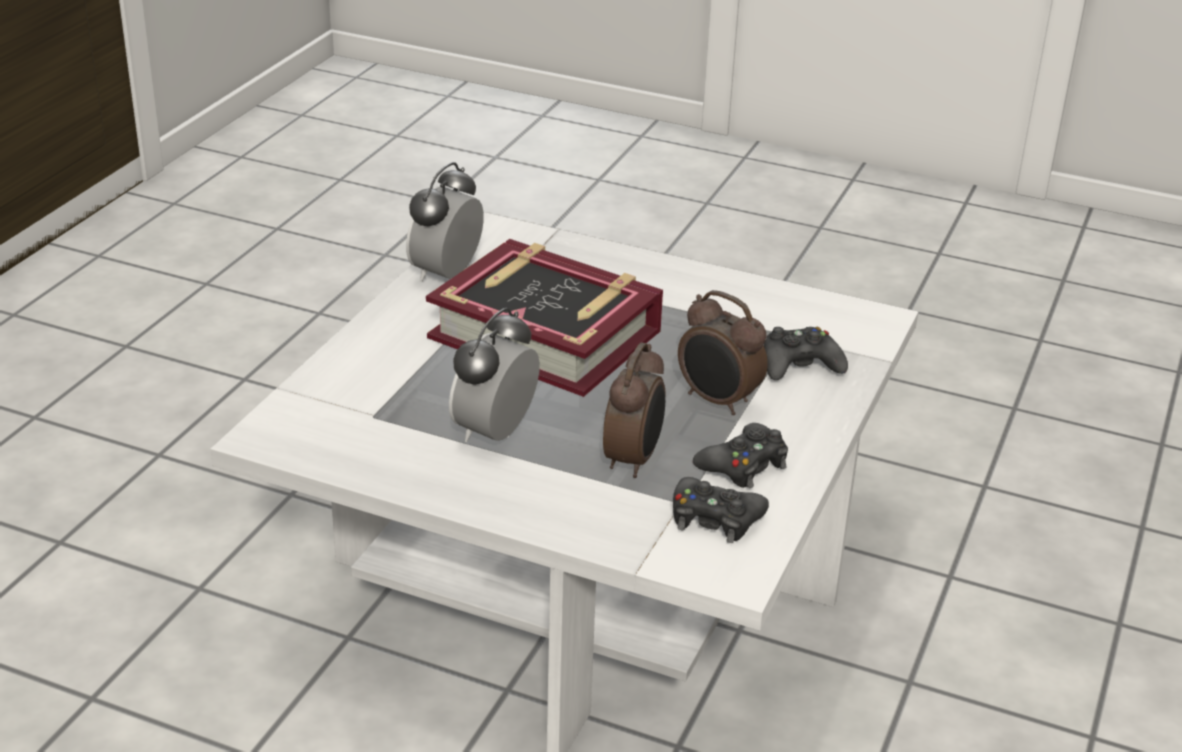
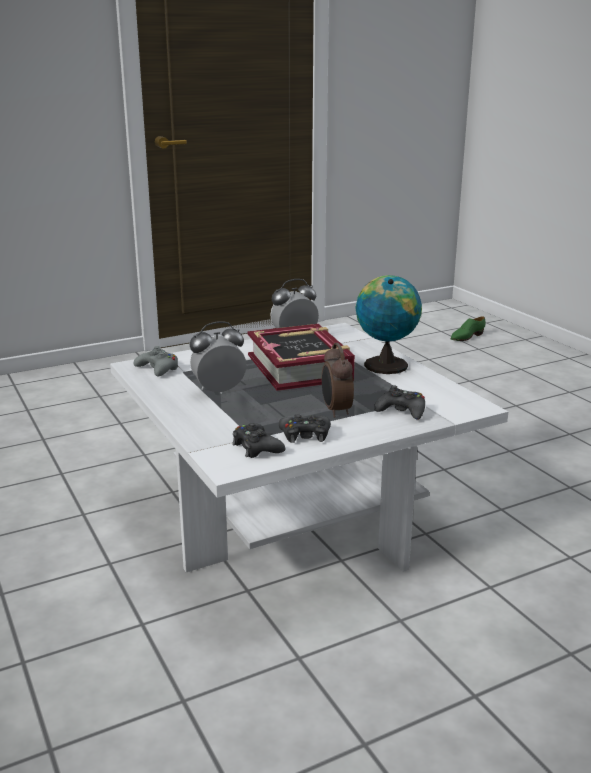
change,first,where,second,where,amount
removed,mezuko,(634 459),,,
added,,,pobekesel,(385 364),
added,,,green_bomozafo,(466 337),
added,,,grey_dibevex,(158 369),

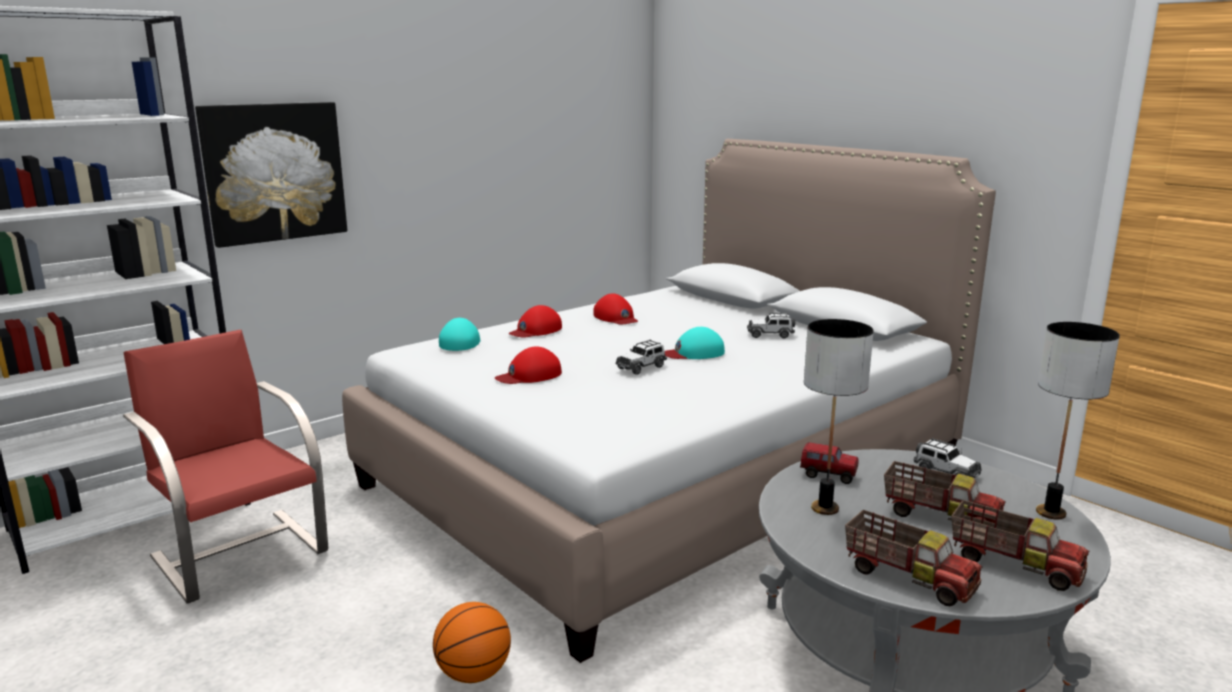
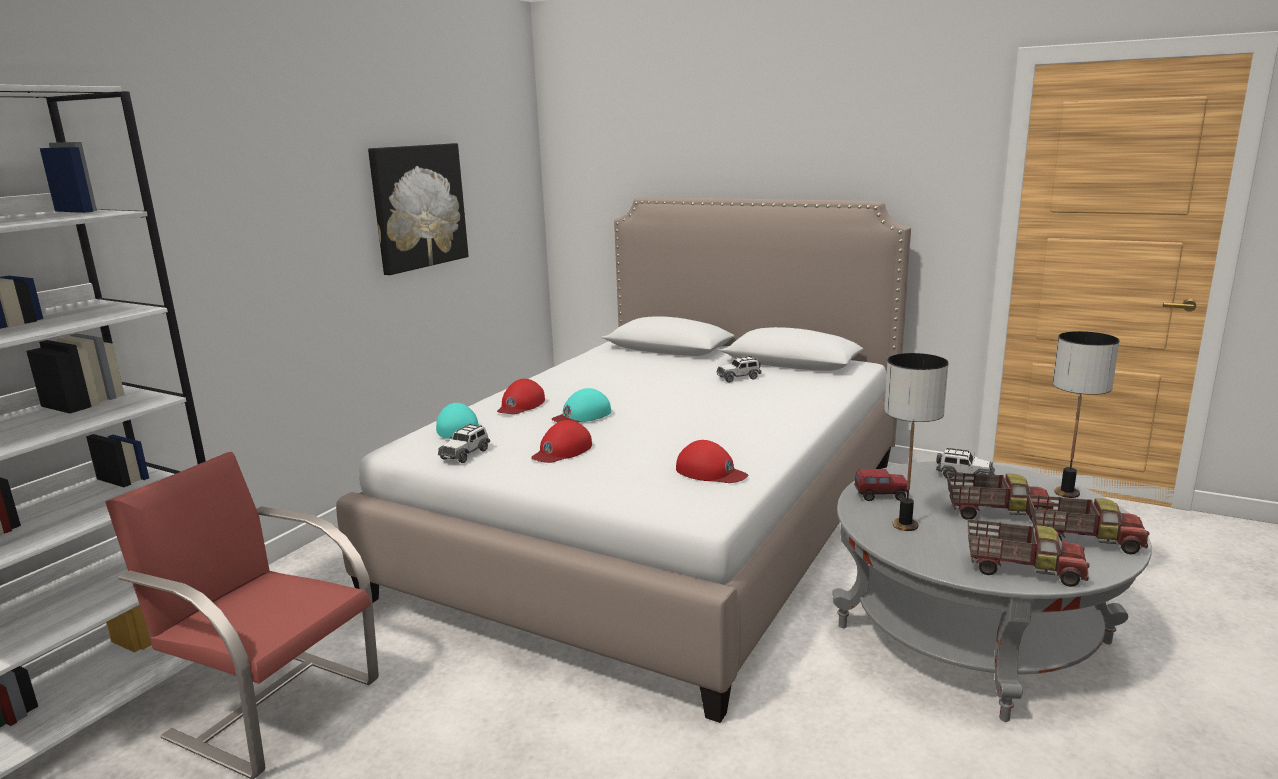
change,first,where,second,where,amount
moved,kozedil,(274 172),,(418 206),
moved,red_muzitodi,(616 317),,(710 472),
moved,turquoise_muzitodi,(694 353),,(582 415),
moved,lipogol,(641 367),,(465 454),
removed,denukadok,(473 674),,,

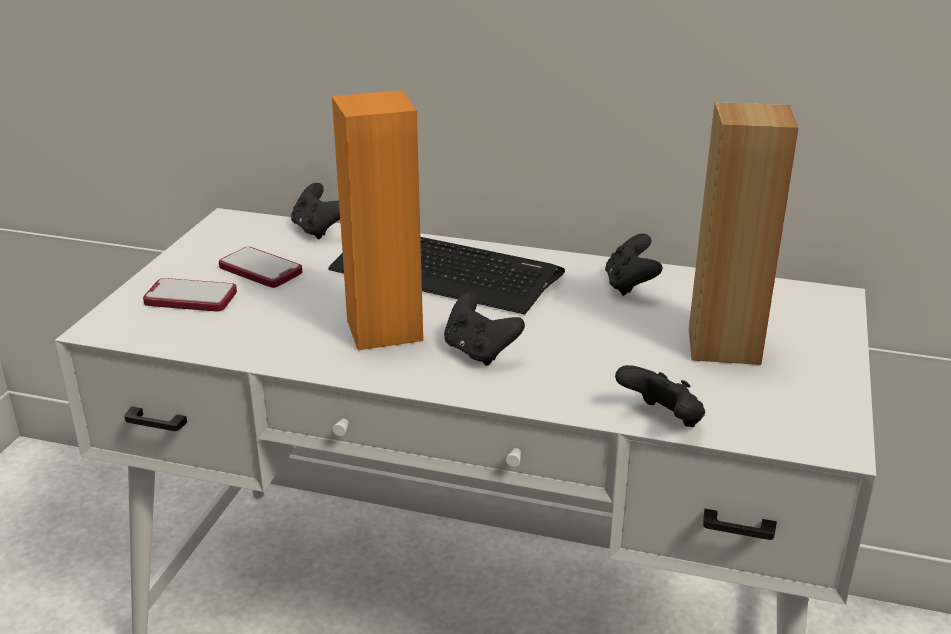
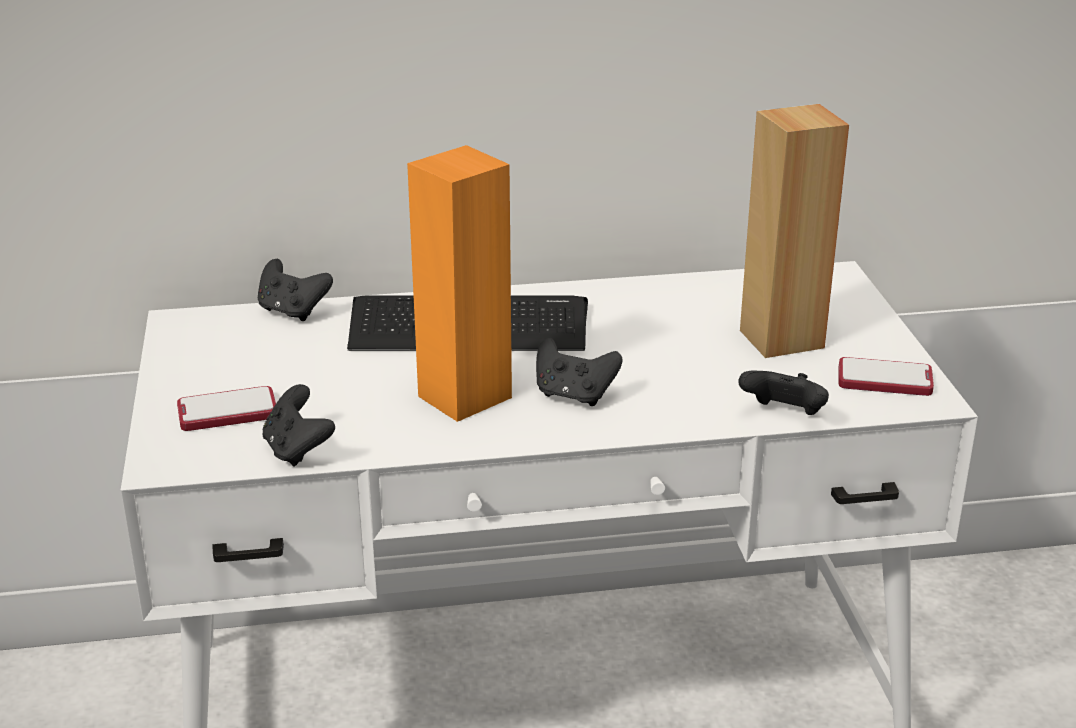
change,first,where,second,where,amount
moved,black_dibevex,(630 285),,(297 450),
moved,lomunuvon,(260 270),,(884 379),

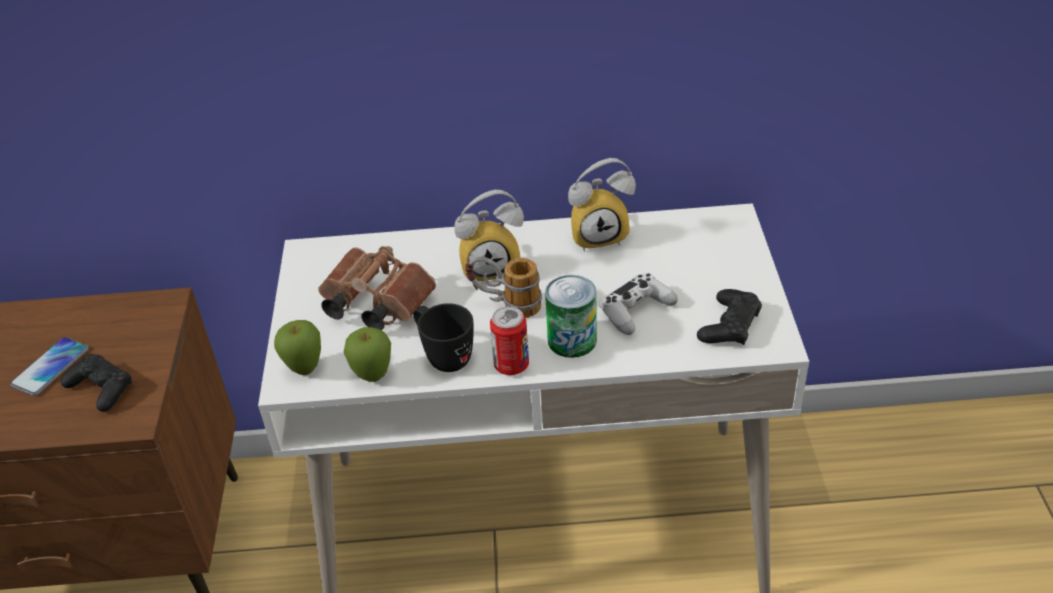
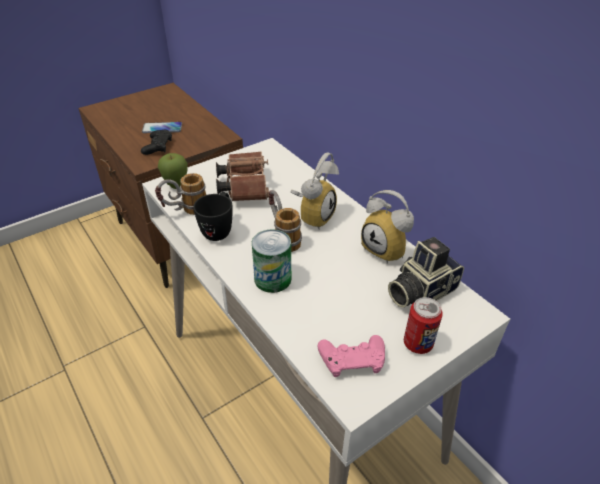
change,first,where,second,where,amount
turned,mezuko,(491 267),,(313 216),105 degrees counterclockwise
removed,white_dibevex,(636 311),,,
recoloured,black_dibevex,(729 325),pink_dibevex,(352 359),
moved,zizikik,(511 365),,(418 344),
replaced,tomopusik,(373 377),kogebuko,(185 211),
added,,,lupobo,(419 291),

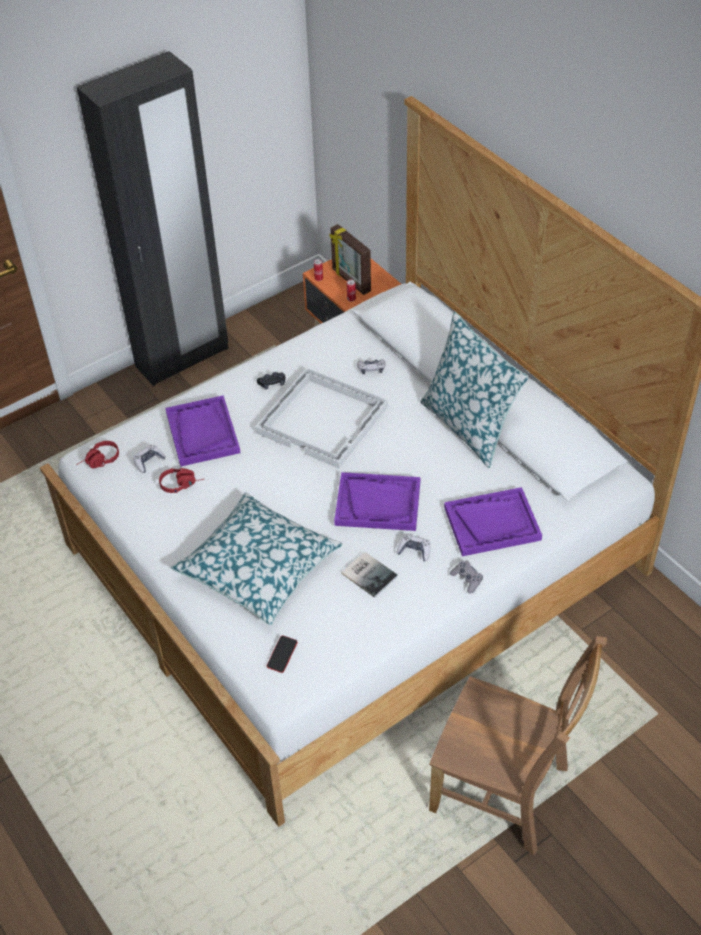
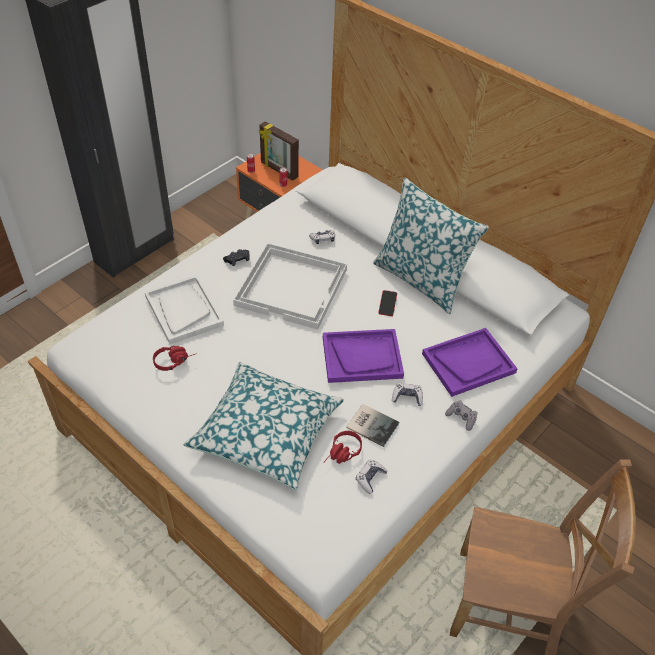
change,first,where,second,where,amount
recoloured,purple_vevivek,(202 432),white_vevivek,(183 310),
moved,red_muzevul,(99 461),,(342 454),
moved,dibevex,(148 461),,(370 478),
moved,lomunuvon,(282 655),,(387 305),

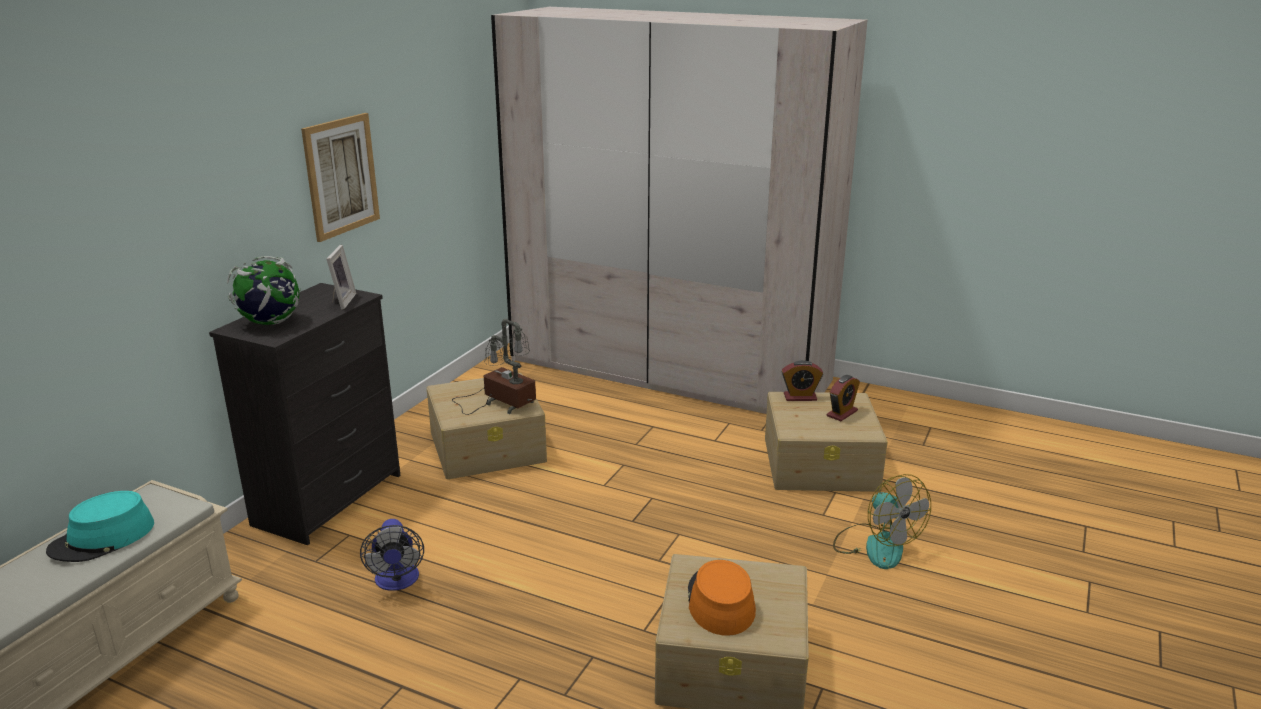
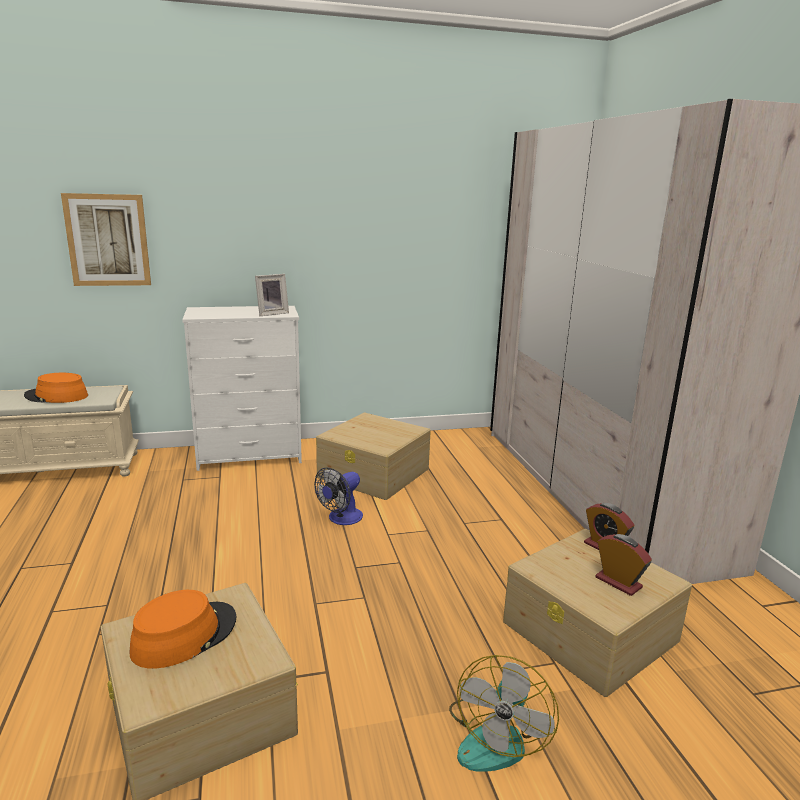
change,first,where,second,where,amount
moved,kozedil,(341 176),,(108 240),
removed,pobekesel,(270 322),,,
recoloured,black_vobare,(330 499),white_vobare,(250 456),
removed,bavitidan,(501 403),,,
turned,mezuko,(842 413),,(618 582),135 degrees counterclockwise
recoloured,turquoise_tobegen,(102 538),orange_tobegen,(56 396),
moved,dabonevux,(397 582),,(341 519),

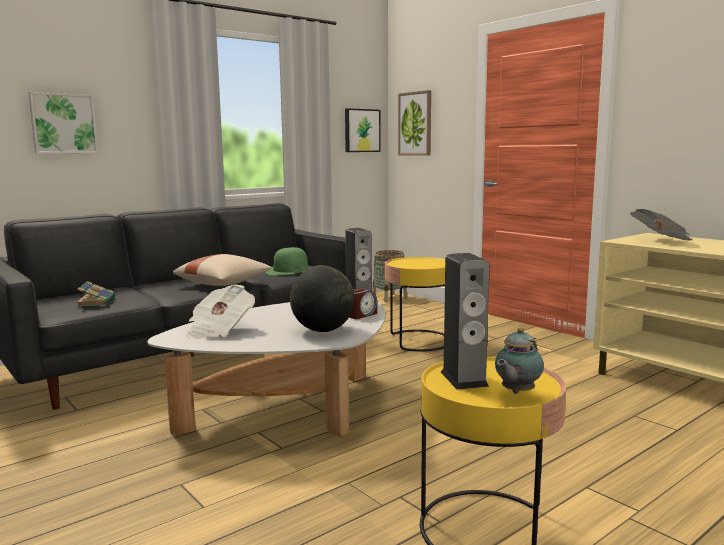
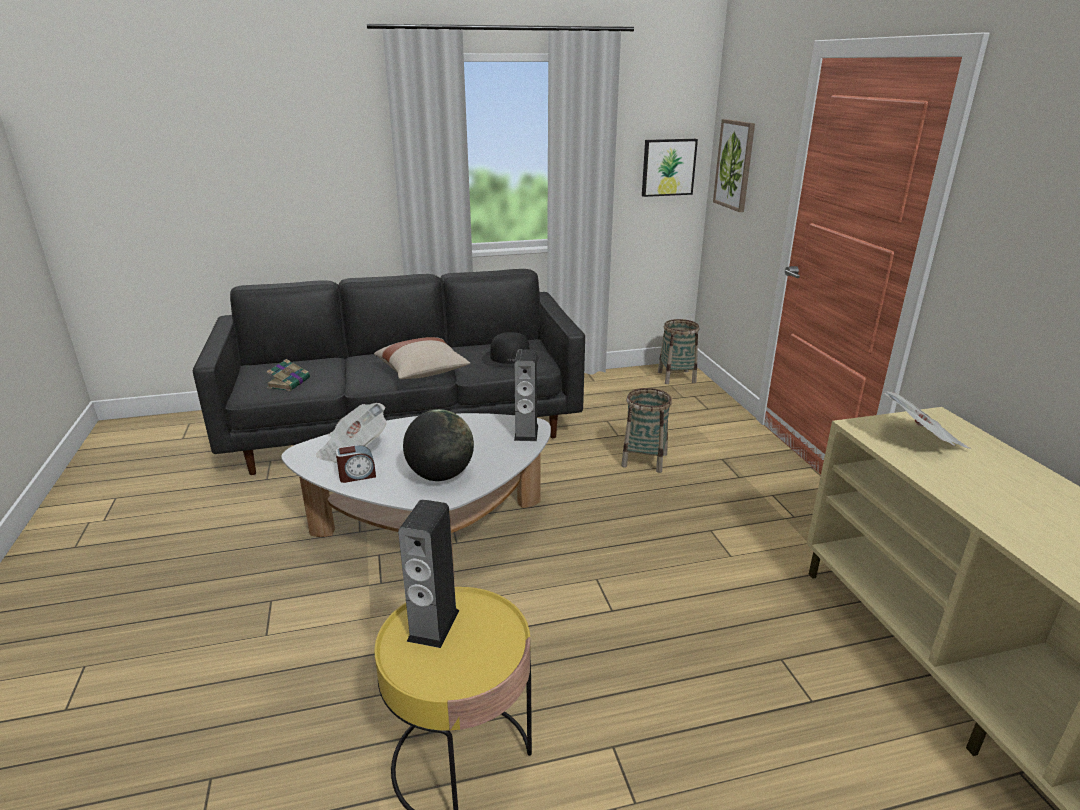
change,first,where,second,where,amount
removed,kozedil,(63 123),,,
recoloured,green_tobegen,(290 271),black_tobegen,(510 358),
replaced,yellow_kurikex,(419 341),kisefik,(644 460),
moved,mezuko,(361 315),,(357 475),
removed,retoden,(516 392),,,

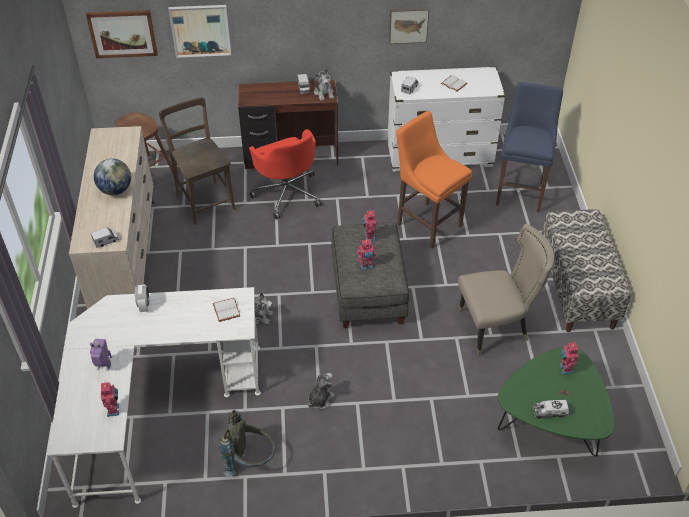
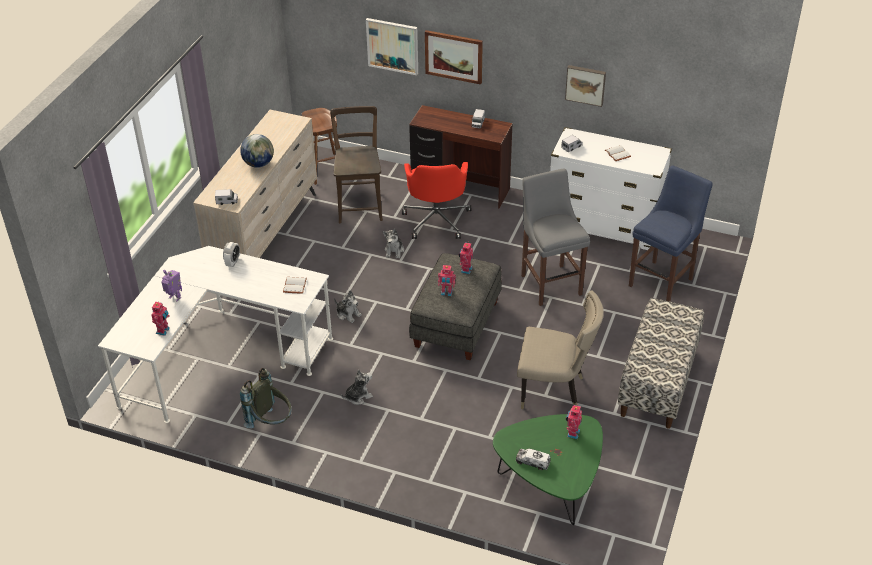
change,first,where,second,where,amount
moved,kozedil,(122 33),,(454 56),
moved,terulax,(324 93),,(394 251),
recoloured,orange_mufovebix,(427 223),grey_mufovebix,(550 283),

